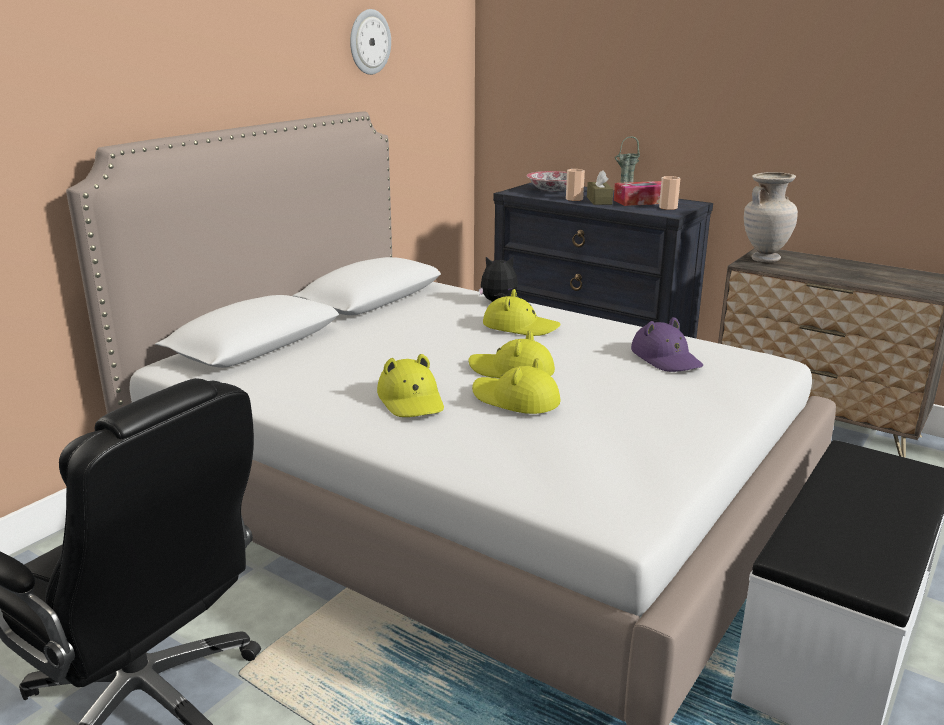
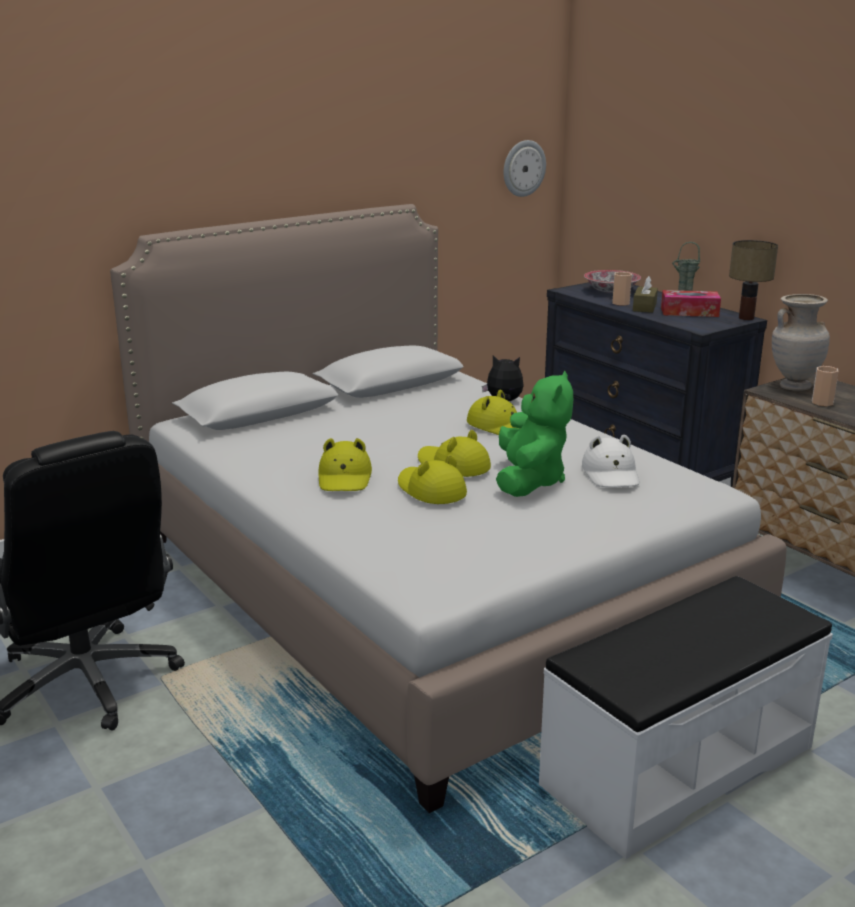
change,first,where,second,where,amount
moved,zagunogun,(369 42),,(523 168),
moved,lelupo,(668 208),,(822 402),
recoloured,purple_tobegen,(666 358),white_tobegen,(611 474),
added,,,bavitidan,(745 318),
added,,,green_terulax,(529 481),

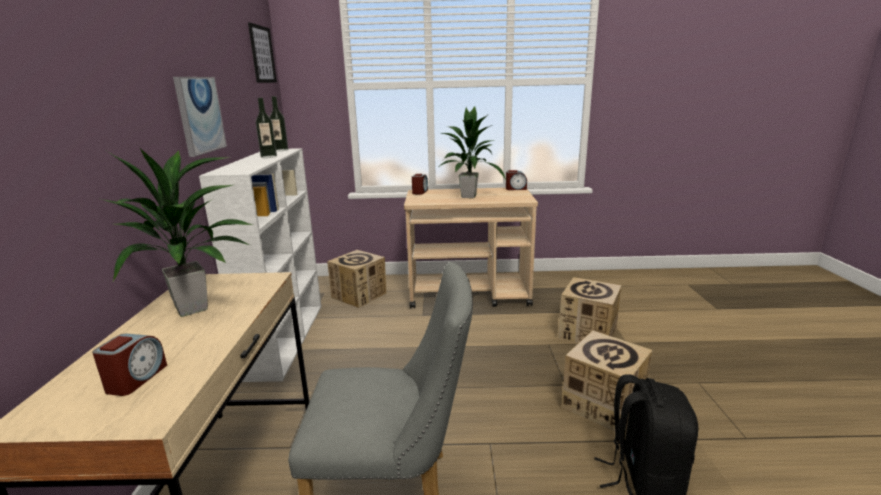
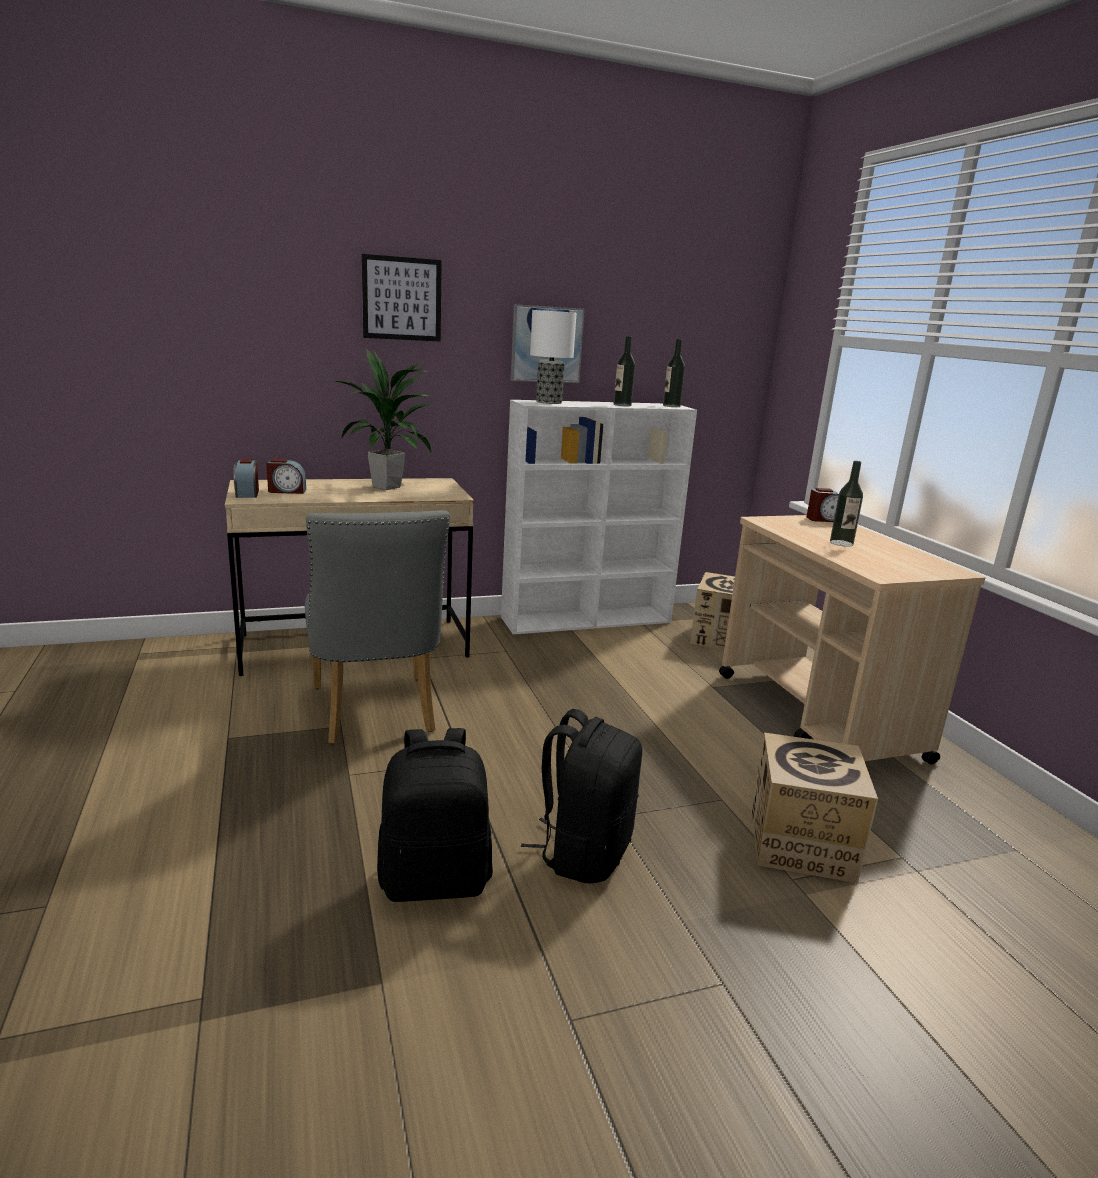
change,first,where,second,where,amount
moved,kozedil,(262 54),,(402 299),
replaced,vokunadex,(468 196),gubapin,(841 543),
moved,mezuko,(516 188),,(247 493),
replaced,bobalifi,(603 404),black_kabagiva,(584 852),
added,,,bavitidan,(549 402),

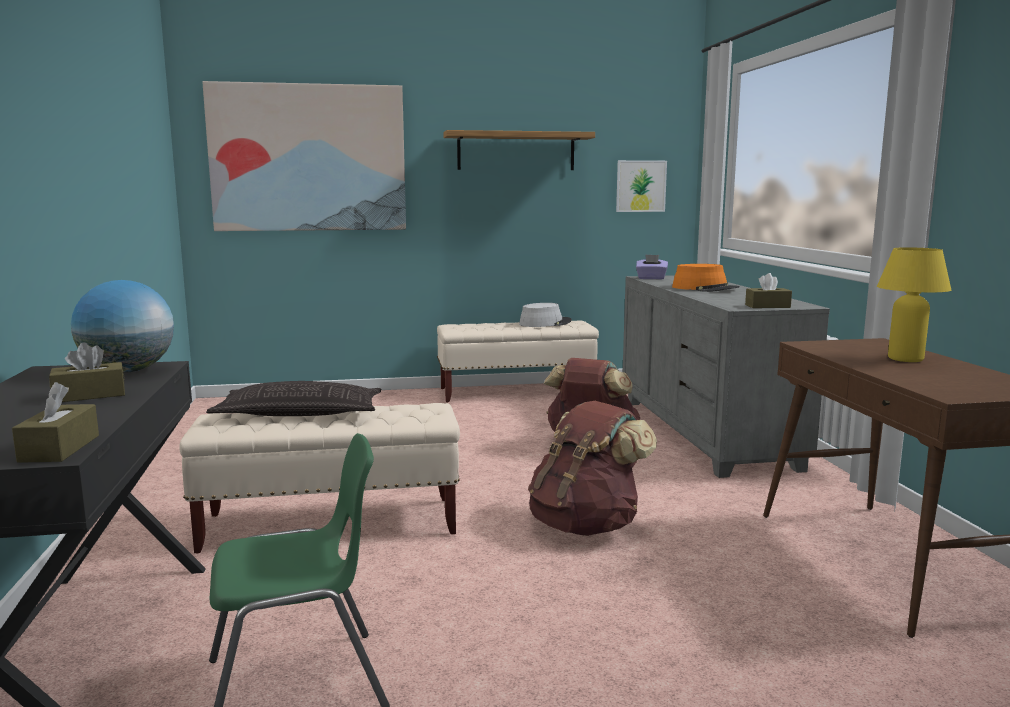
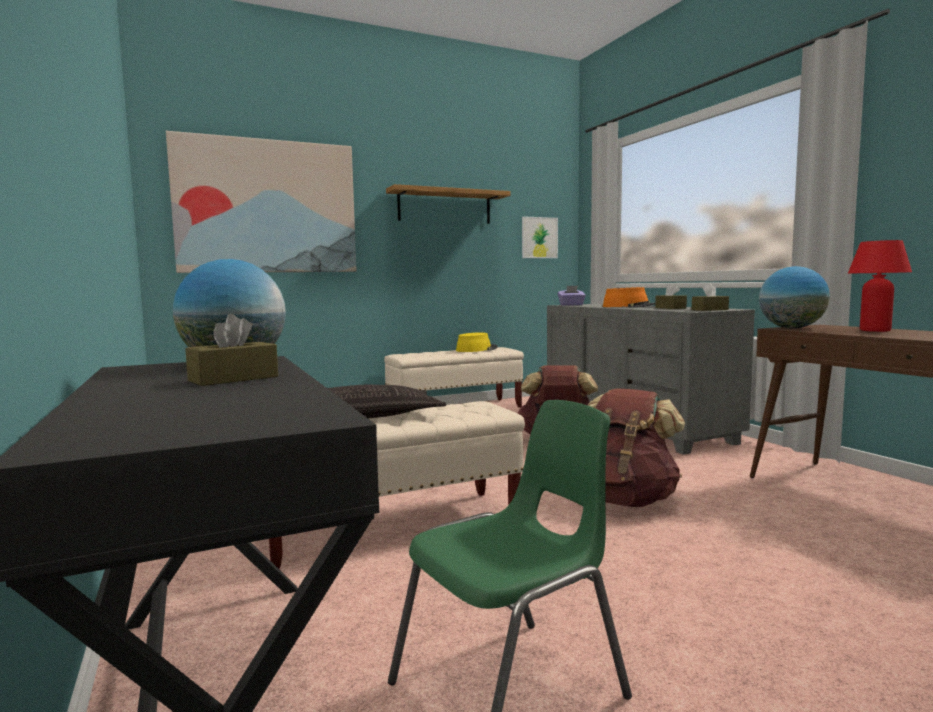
change,first,where,second,where,amount
recoloured,yellow_bavitidan,(905 359),red_bavitidan,(875 330),
recoloured,grey_tobegen,(545 323),yellow_tobegen,(476 349),
moved,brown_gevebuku,(59 448),,(670 308),
added,,,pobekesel,(791 328),

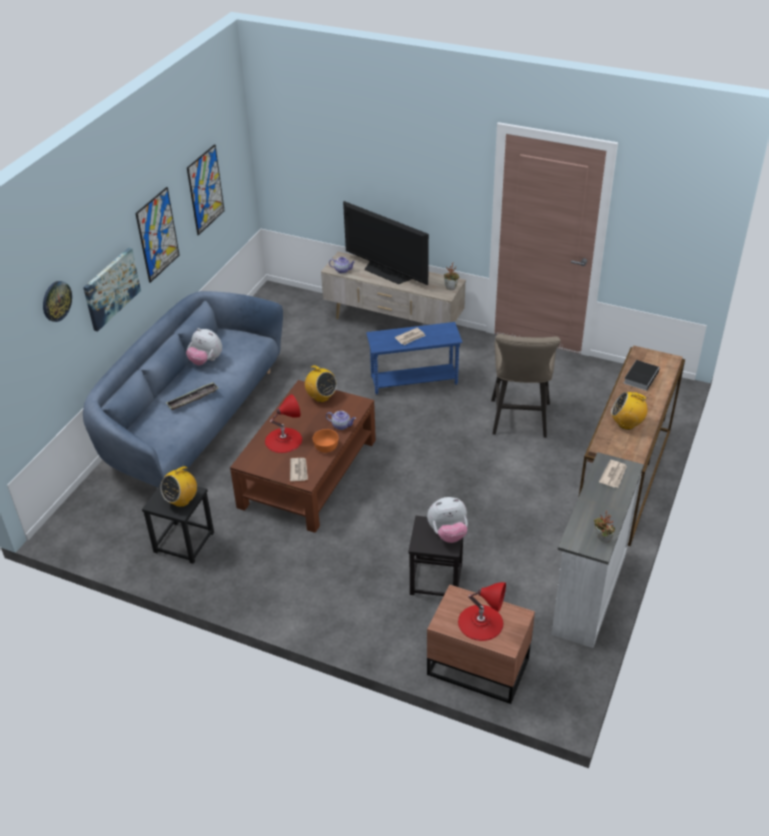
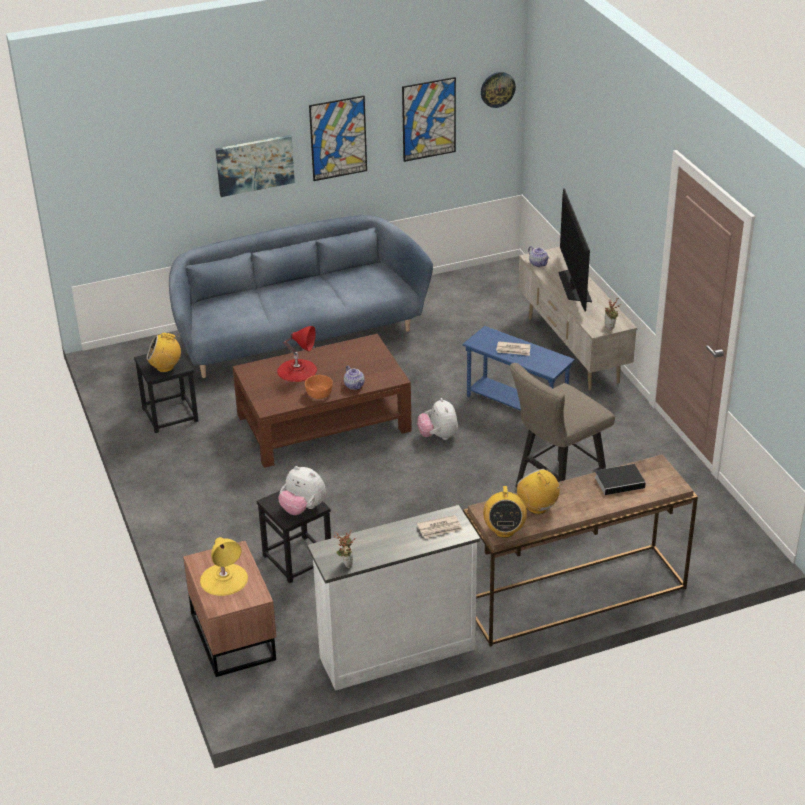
change,first,where,second,where,amount
moved,zagunogun,(56 301),,(497 89),
moved,terulax,(206 361),,(438 436),
moved,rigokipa,(321 397),,(504 530),
removed,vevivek,(193 398),,,
removed,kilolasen,(299 470),,,
recoloured,red_bavitidan,(480 622),yellow_bavitidan,(224 579),

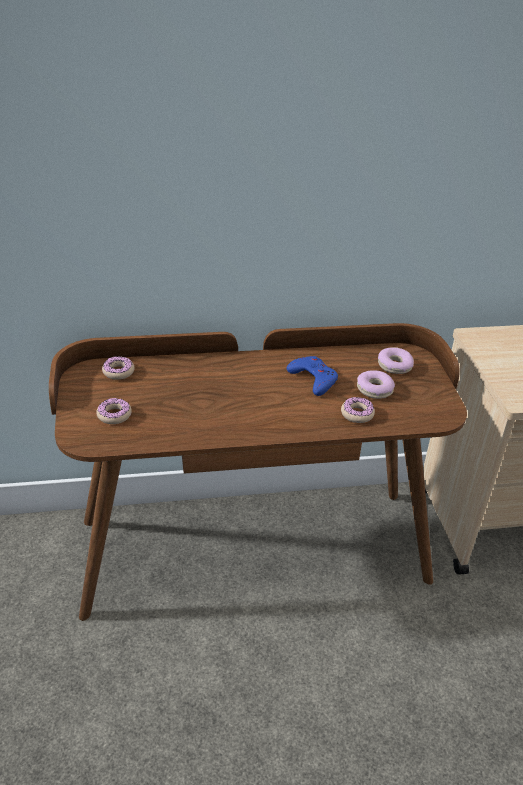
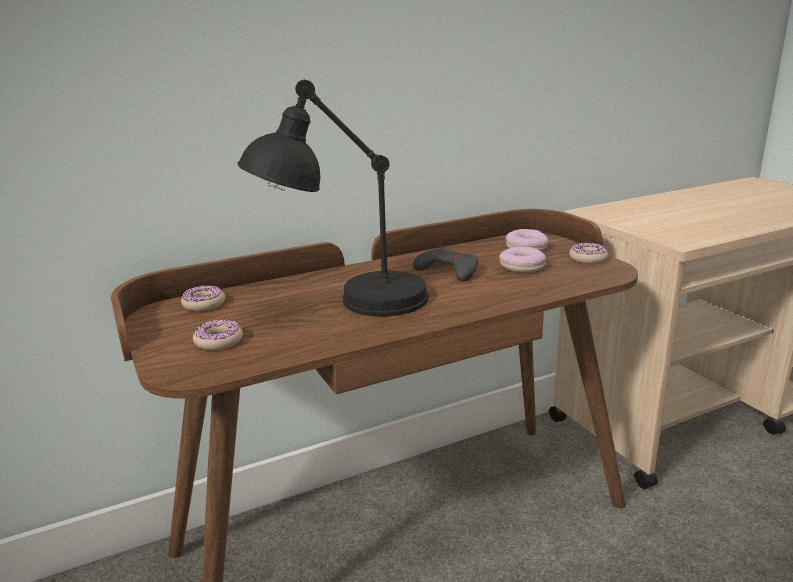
change,first,where,second,where,amount
recoloured,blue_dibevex,(313 379),grey_dibevex,(448 270),
moved,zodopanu,(357 414),,(588 258),
added,,,black_bavitidan,(346 305),

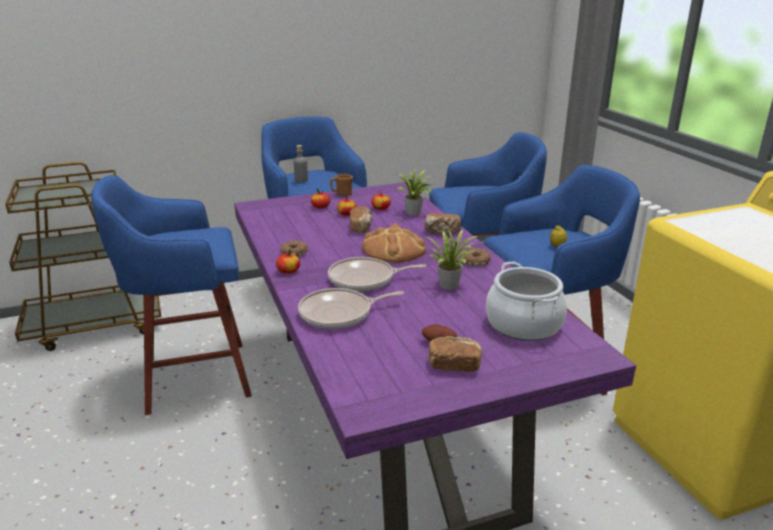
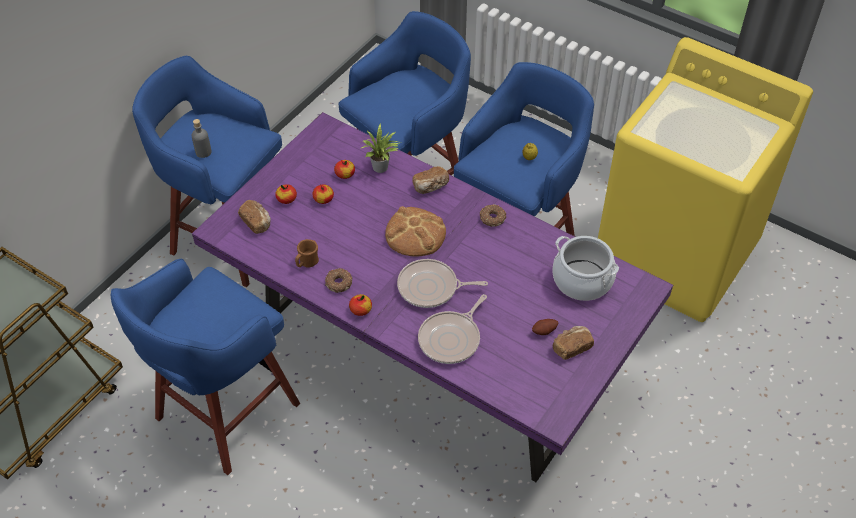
change,first,where,second,where,amount
moved,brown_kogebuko,(342 194),,(307 263),
moved,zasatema,(361 227),,(256 222),
removed,vokunadex,(451 284),,,
turned,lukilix,(365 279),,(431 288),45 degrees clockwise

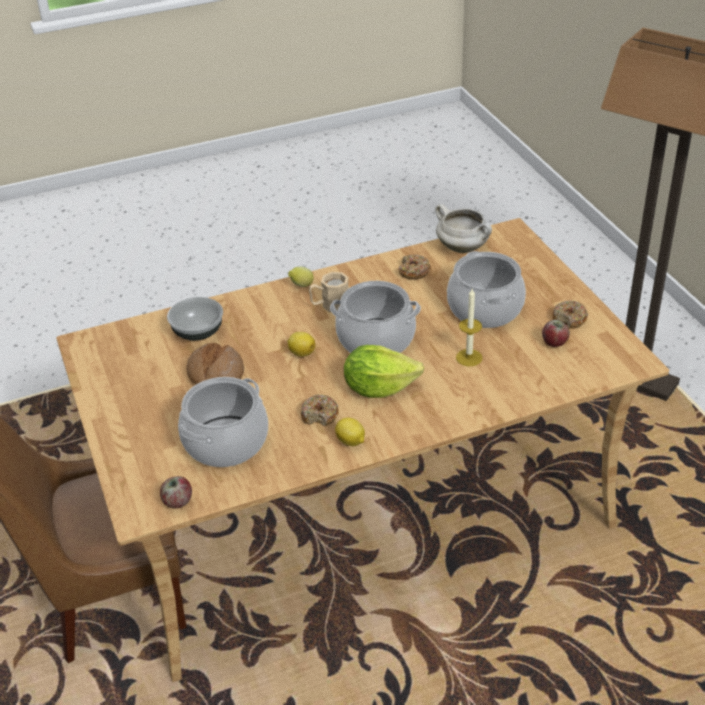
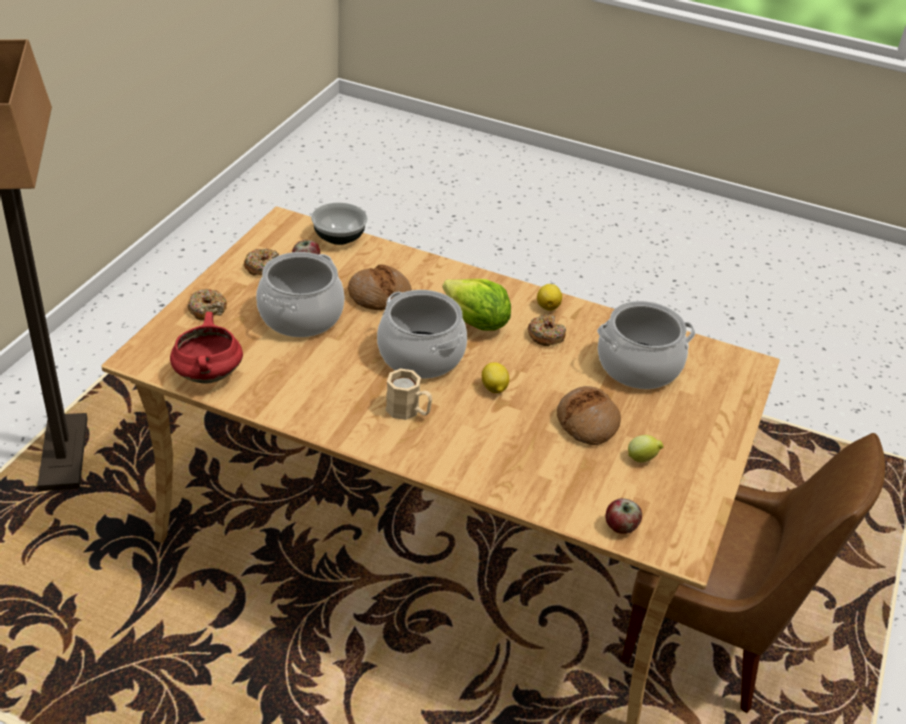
change,first,where,second,where,amount
recoloured,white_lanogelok,(463 248),red_lanogelok,(207 374),
moved,zodopanu,(414 272),,(207 309),
moved,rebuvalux,(301 286),,(642 459),
replaced,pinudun,(469 357),zasatema,(379 296),
moved,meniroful,(198 332),,(338 238),
moved,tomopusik,(177 502),,(620 527),

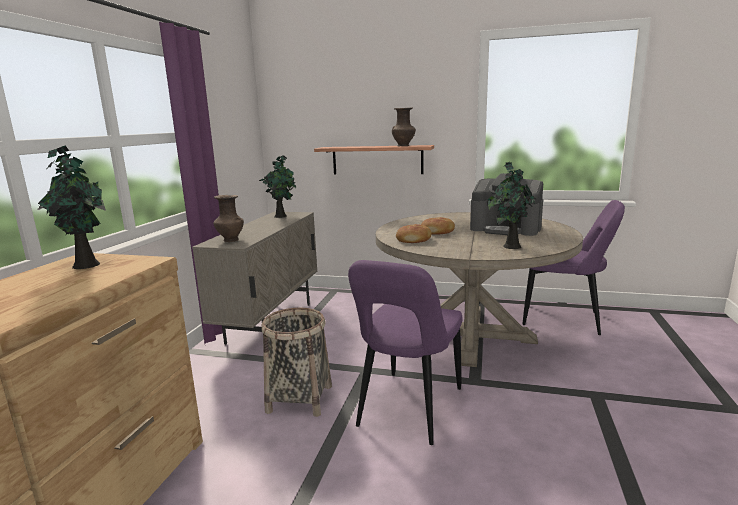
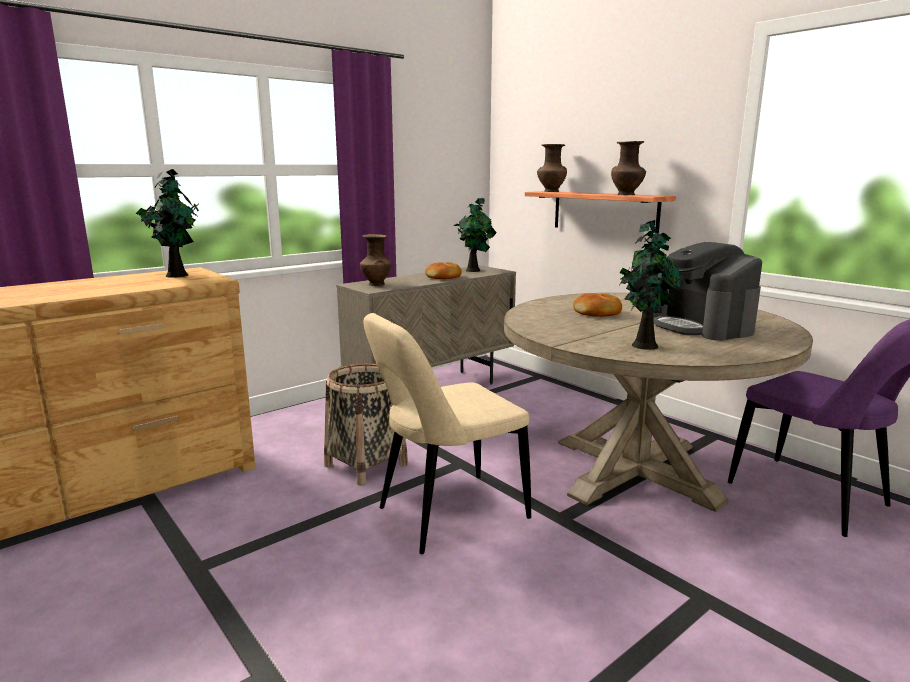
change,first,where,second,where,amount
moved,zasatema,(414 240),,(444 277),
recoloured,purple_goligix,(408 410),beige_goligix,(446 515),
added,,,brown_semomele,(550 191),

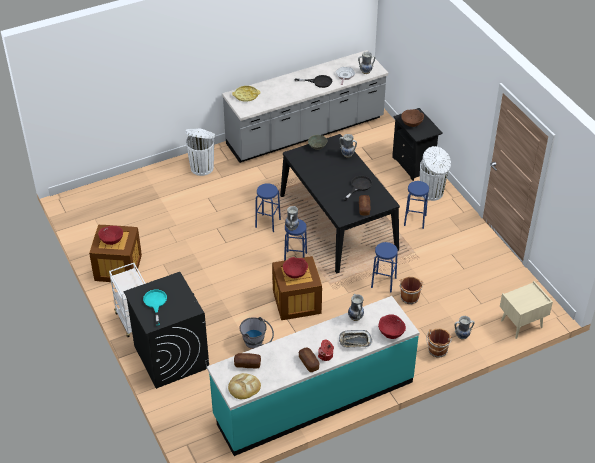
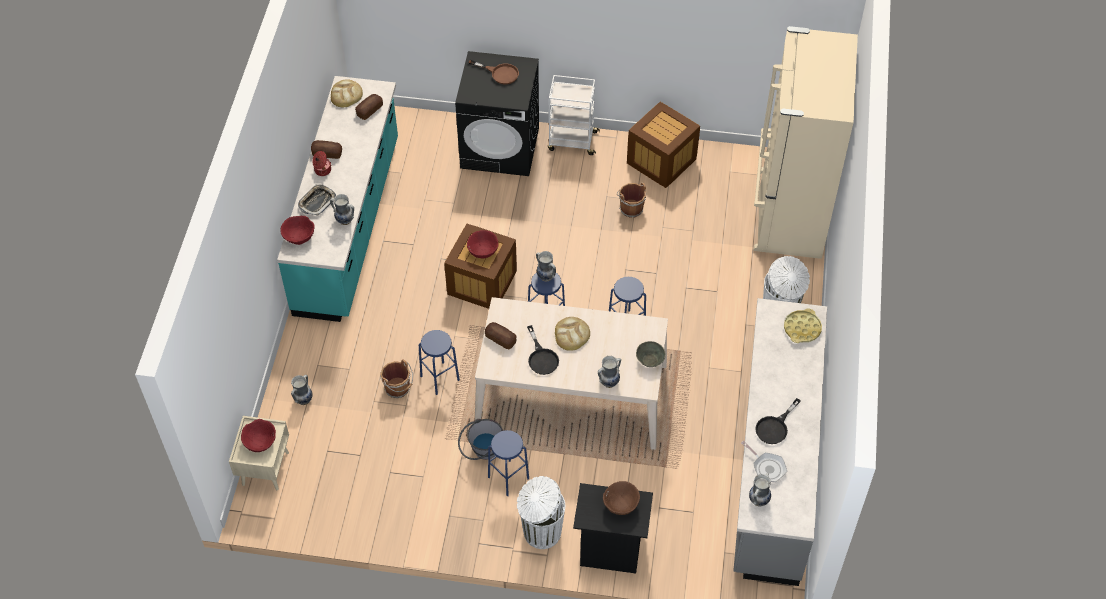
change,first,where,second,where,amount
recoloured,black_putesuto,(338 222),beige_putesuto,(571 395),
moved,red_meniroful,(111 240),,(260 442),
recoloured,turquoise_lukilix,(155 303),brown_lukilix,(500 73),
moved,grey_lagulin,(257 343),,(481 451),
moved,brown_lagulin,(437 351),,(630 208),
added,,,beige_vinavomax,(788 213),
added,,,zasatema,(571 334),

